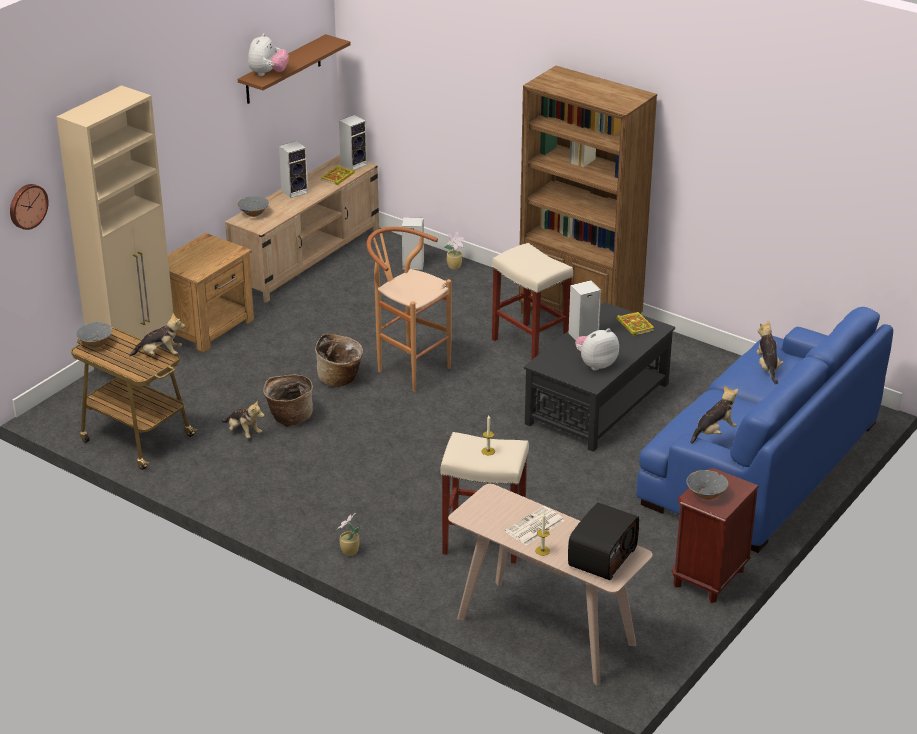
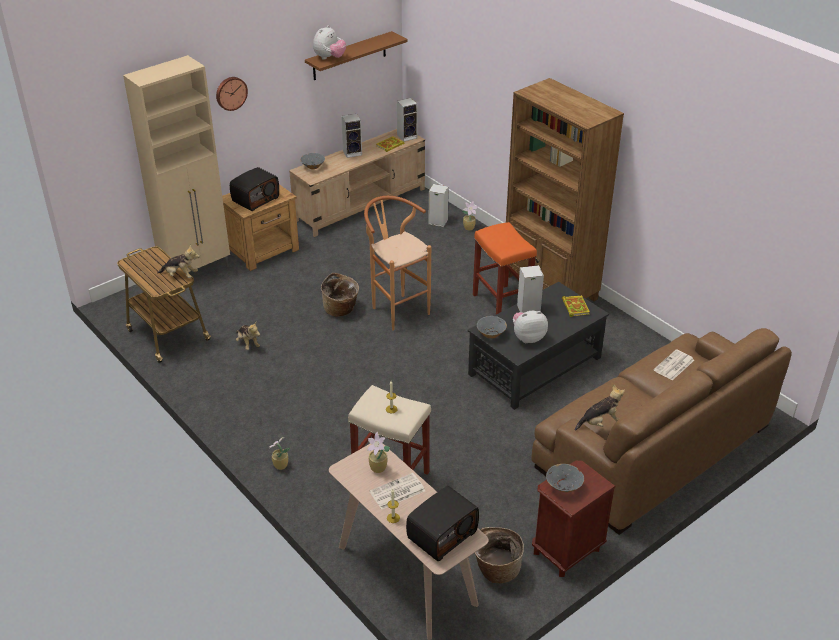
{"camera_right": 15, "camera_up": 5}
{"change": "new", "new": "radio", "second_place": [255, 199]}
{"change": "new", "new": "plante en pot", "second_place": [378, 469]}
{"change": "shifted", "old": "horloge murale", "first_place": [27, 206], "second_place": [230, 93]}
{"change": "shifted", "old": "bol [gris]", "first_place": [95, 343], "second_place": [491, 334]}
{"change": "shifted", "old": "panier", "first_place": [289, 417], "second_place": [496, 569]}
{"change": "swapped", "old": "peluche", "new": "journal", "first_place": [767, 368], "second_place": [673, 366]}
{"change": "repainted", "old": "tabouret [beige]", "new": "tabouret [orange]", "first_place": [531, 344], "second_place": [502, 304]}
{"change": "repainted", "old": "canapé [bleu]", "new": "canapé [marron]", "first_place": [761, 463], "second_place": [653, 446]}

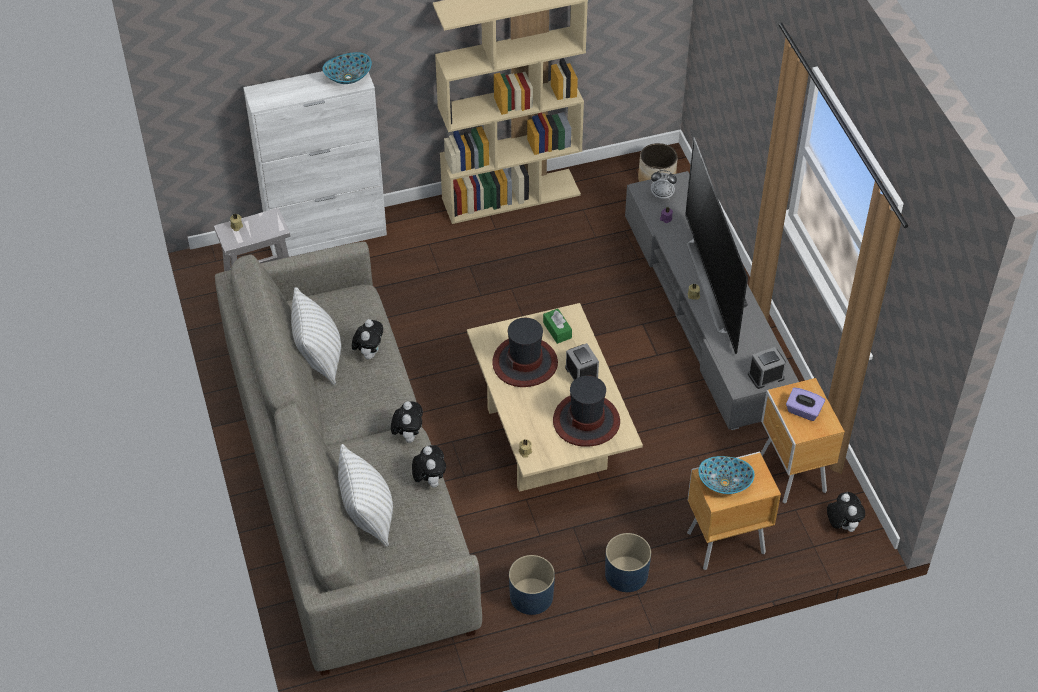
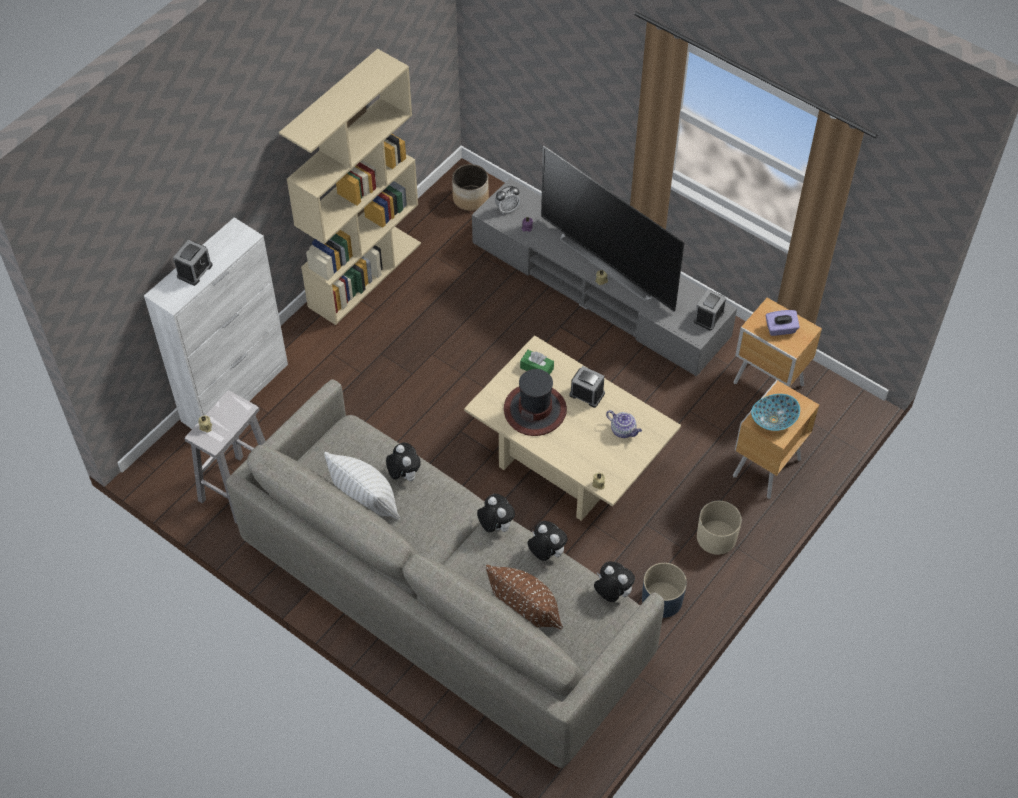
{"camera_right": -35, "camera_up": 5}
{"change": "gone", "old": "bol", "first_place": [348, 77]}
{"change": "new", "new": "réveil", "second_place": [194, 271]}
{"change": "shifted", "old": "peluche", "first_place": [842, 525], "second_place": [612, 593]}
{"change": "swapped", "old": "chapeau", "new": "théière", "first_place": [586, 421], "second_place": [623, 430]}
{"change": "repainted", "old": "coussin [blanc]", "new": "coussin [marron]", "first_place": [368, 516], "second_place": [525, 613]}
{"change": "repainted", "old": "cache-pot [bleu]", "new": "cache-pot [beige]", "first_place": [626, 574], "second_place": [716, 537]}

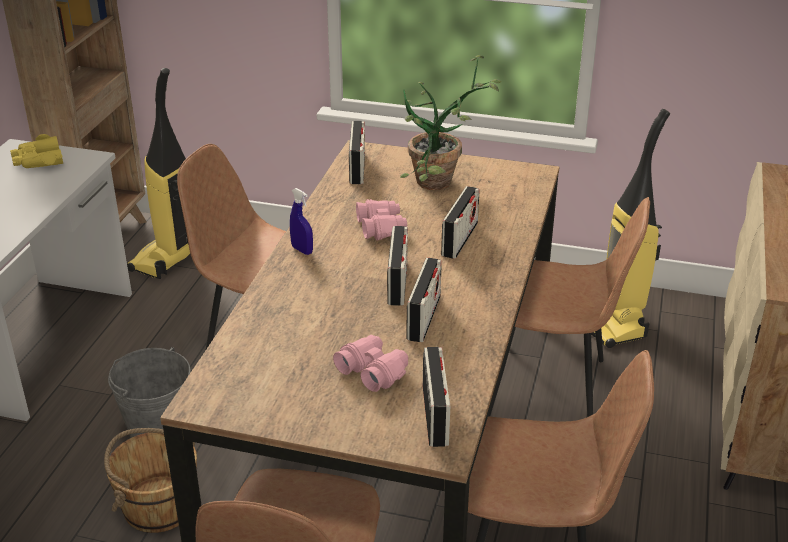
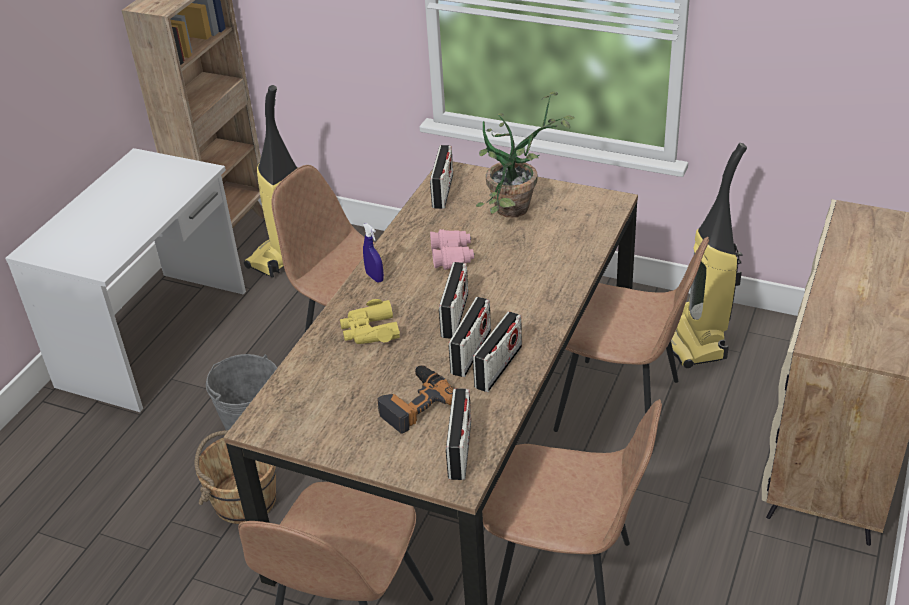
{"camera_right": 10, "camera_up": 5}
{"change": "shifted", "old": "jumelles [jaune]", "first_place": [38, 160], "second_place": [370, 331]}
{"change": "shifted", "old": "radio", "first_place": [460, 239], "second_place": [498, 367]}
{"change": "swapped", "old": "jumelles [rose]", "new": "perceuse", "first_place": [373, 371], "second_place": [414, 403]}

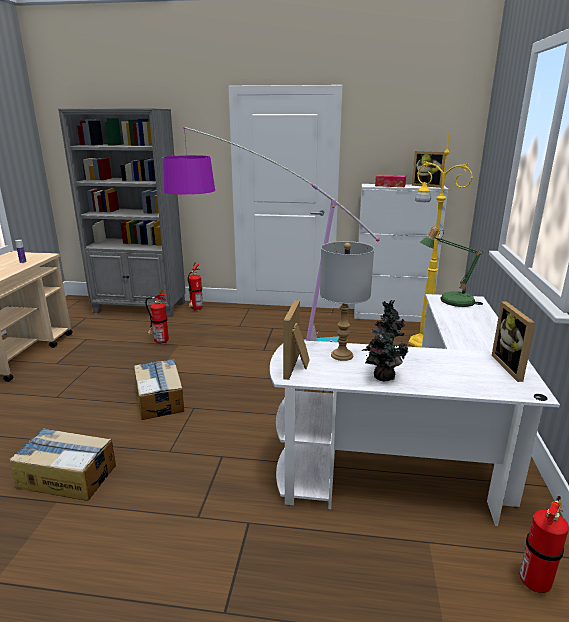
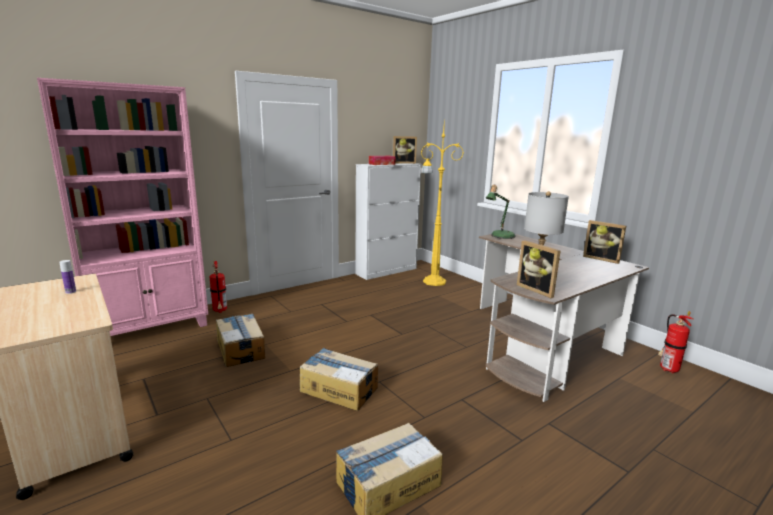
{"camera_right": -45, "camera_up": -5}
{"change": "gone", "old": "lampadaire", "first_place": [257, 348]}
{"change": "gone", "old": "plante en pot", "first_place": [382, 376]}
{"change": "swapped", "old": "extincteur", "new": "carton", "first_place": [160, 342], "second_place": [241, 349]}
{"change": "repainted", "old": "bibliothèque [gris]", "new": "bibliothèque [rose]", "first_place": [140, 308], "second_place": [150, 329]}
{"change": "repainted", "old": "bureau [blanc]", "new": "bureau [marron]", "first_place": [415, 456], "second_place": [544, 343]}

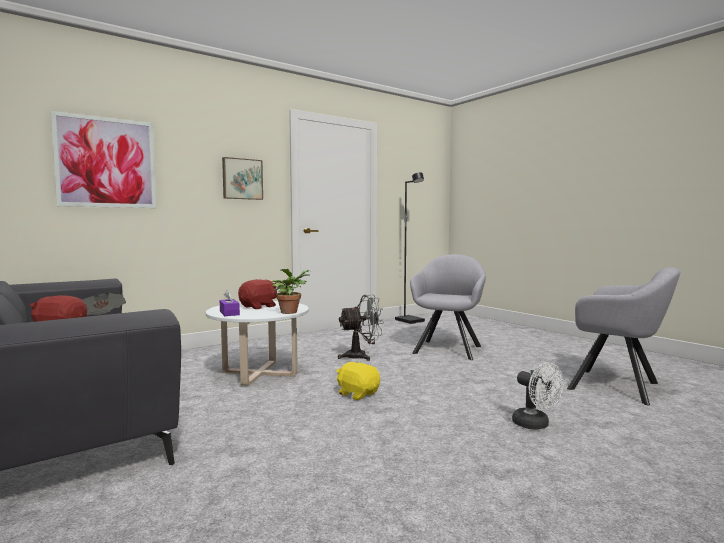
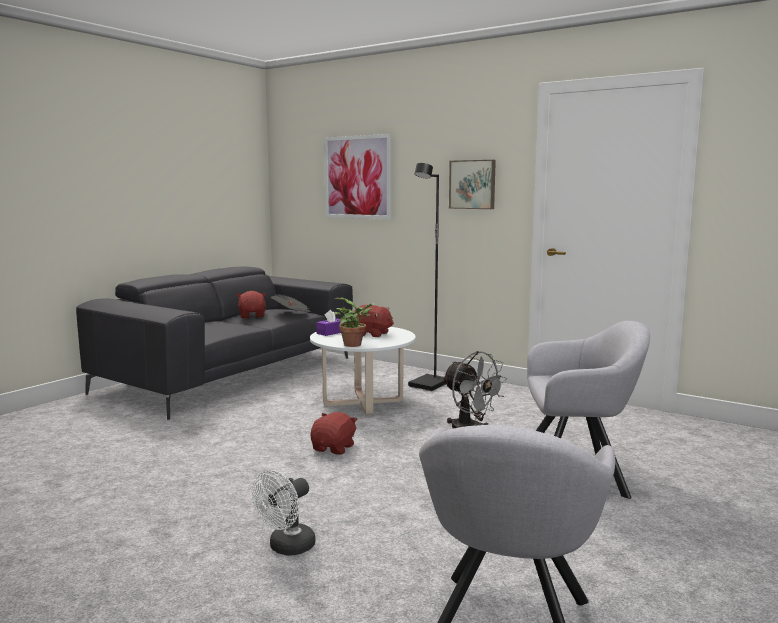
{"camera_right": 70, "camera_up": 5}
{"change": "shifted", "old": "lampadaire [noir]", "first_place": [410, 321], "second_place": [429, 385]}
{"change": "repainted", "old": "peluche [jaune]", "new": "peluche [rouge]", "first_place": [358, 394], "second_place": [334, 448]}

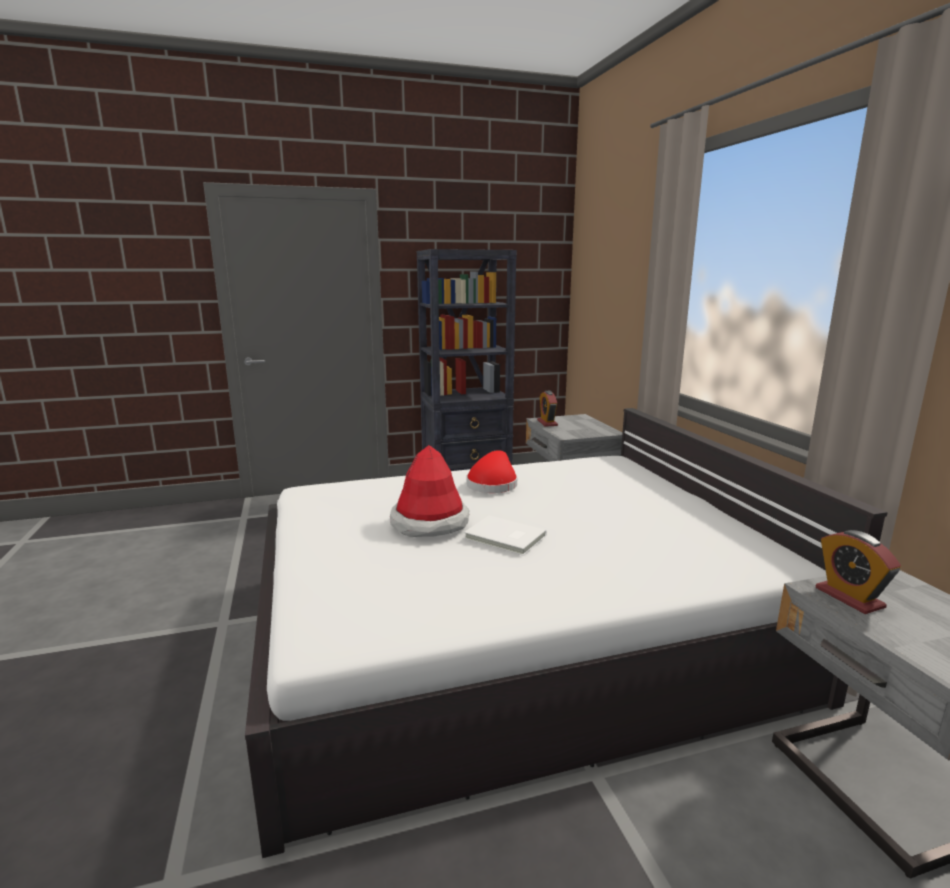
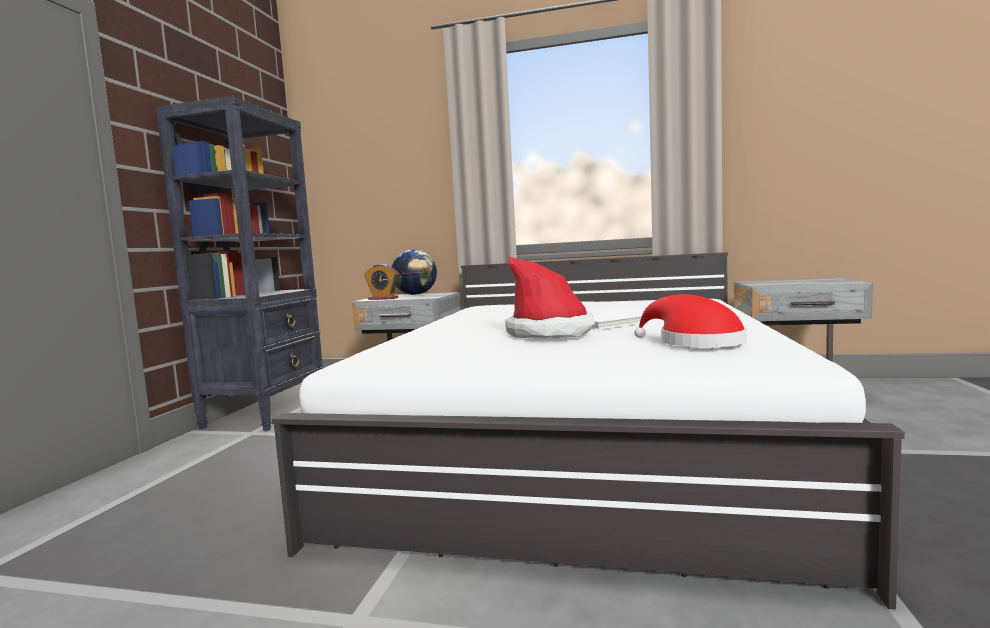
{"camera_right": -60, "camera_up": -10}
{"change": "gone", "old": "réveil", "first_place": [849, 597]}
{"change": "new", "new": "globe", "second_place": [415, 294]}
{"change": "shifted", "old": "chapeau [rouge]", "first_place": [493, 484], "second_place": [694, 343]}

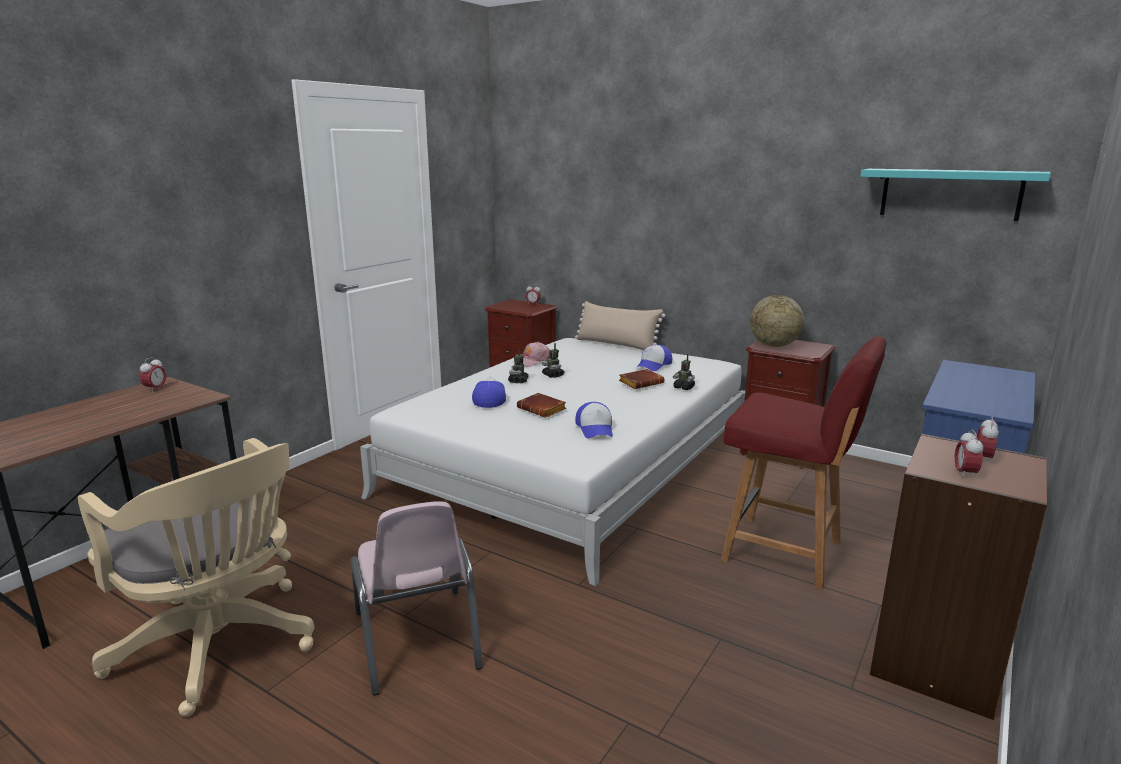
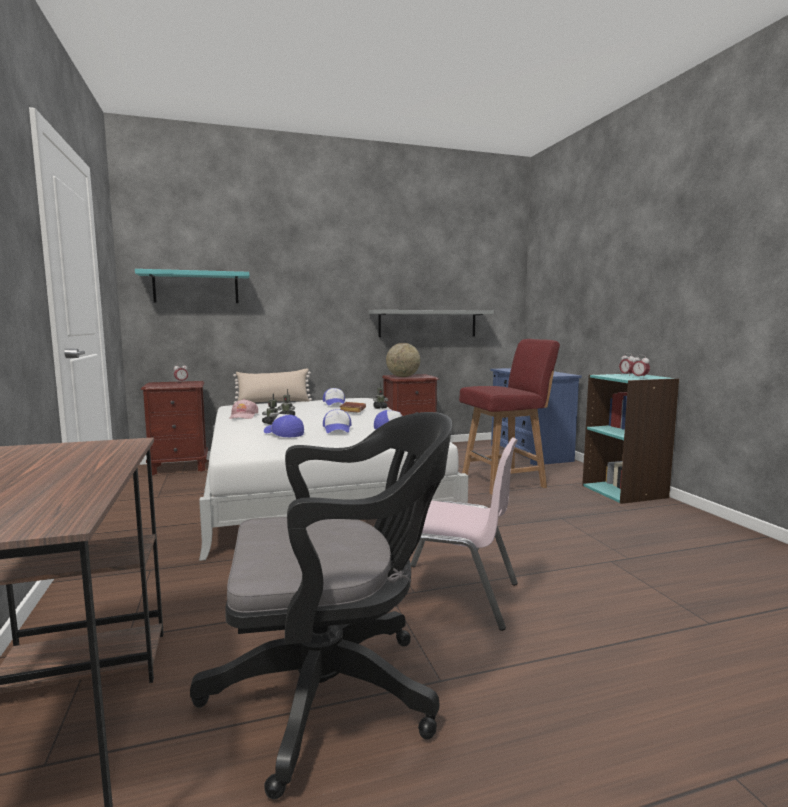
{"camera_right": -50, "camera_up": -10}
{"change": "gone", "old": "réveil", "first_place": [155, 389]}
{"change": "new", "new": "étagère [gris]", "second_place": [427, 323]}
{"change": "shifted", "old": "étagère [turquoise]", "first_place": [950, 194], "second_place": [196, 287]}
{"change": "swapped", "old": "livre [marron]", "new": "casquette", "first_place": [543, 409], "second_place": [337, 429]}
{"change": "repainted", "old": "chaise de bureau [beige]", "new": "chaise de bureau [noir]", "first_place": [221, 647], "second_place": [335, 692]}
{"change": "repainted", "old": "bibliothèque [marron]", "new": "bibliothèque [turquoise]", "first_place": [938, 663], "second_place": [625, 491]}

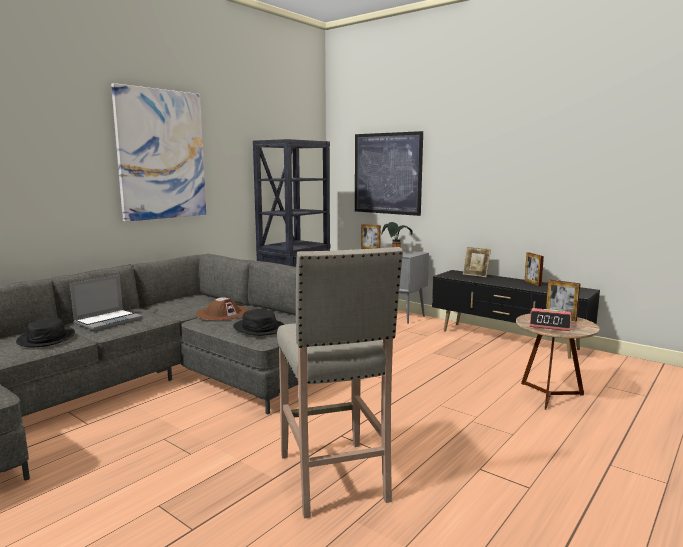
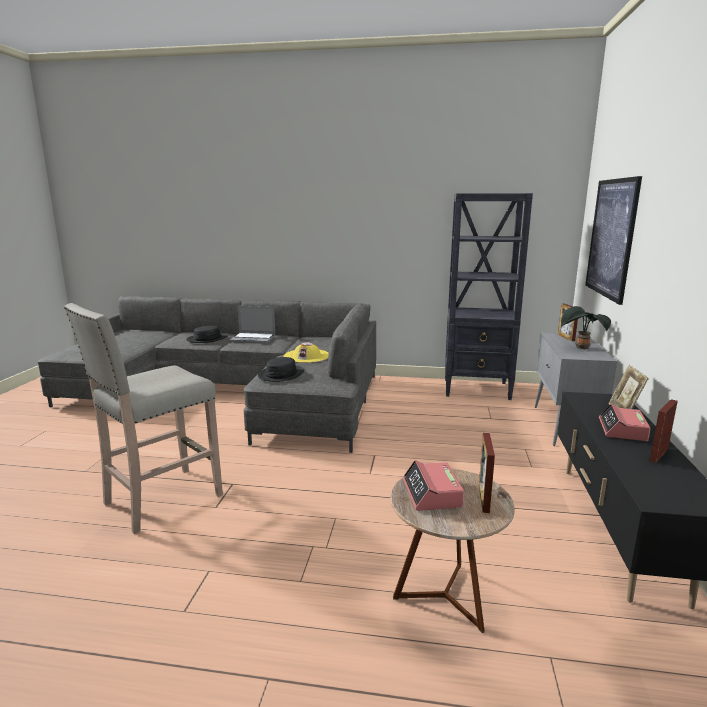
{"camera_right": 60, "camera_up": 5}
{"change": "gone", "old": "tableau", "first_place": [161, 155]}
{"change": "new", "new": "réveil", "second_place": [622, 430]}
{"change": "repainted", "old": "chapeau [marron]", "new": "chapeau [jaune]", "first_place": [223, 313], "second_place": [307, 356]}

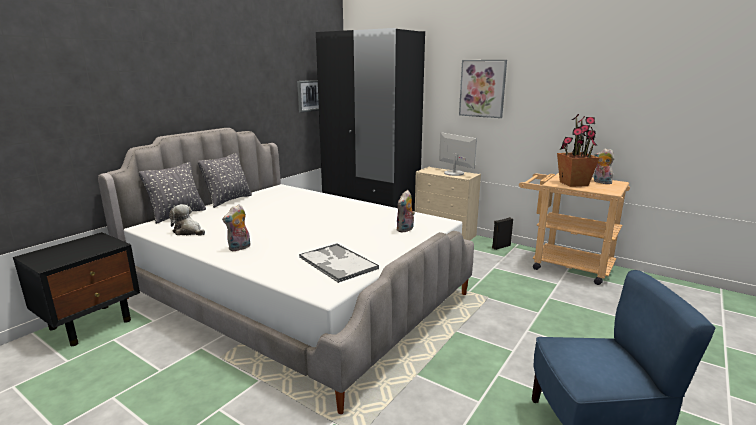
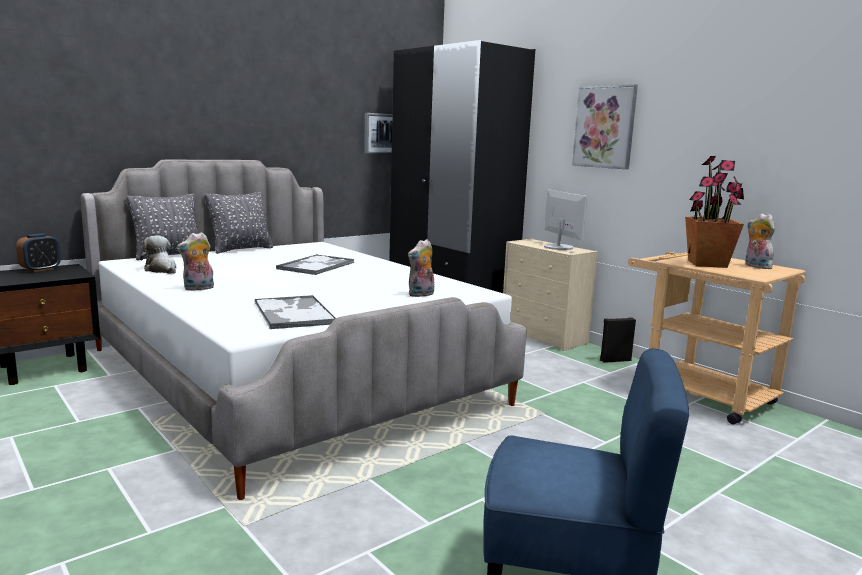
{"camera_right": 15, "camera_up": -5}
{"change": "new", "new": "réveil", "second_place": [41, 269]}
{"change": "new", "new": "plateau", "second_place": [316, 265]}

